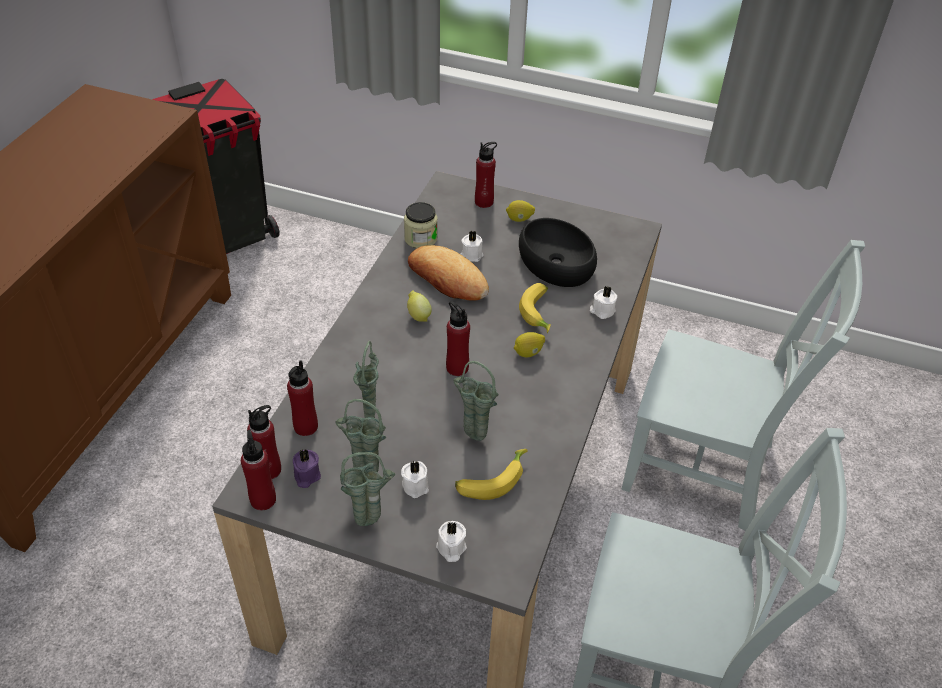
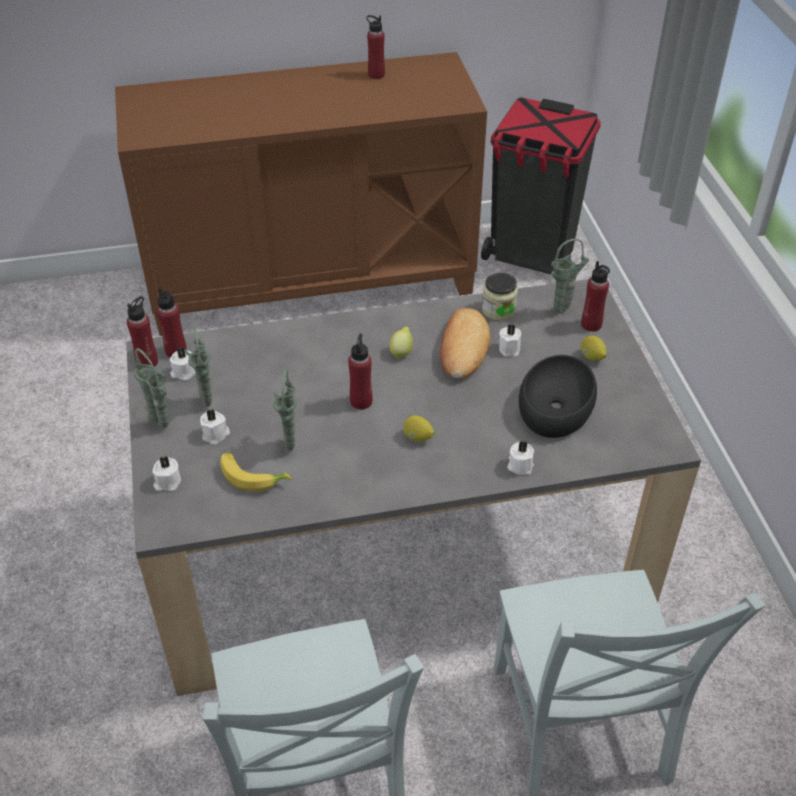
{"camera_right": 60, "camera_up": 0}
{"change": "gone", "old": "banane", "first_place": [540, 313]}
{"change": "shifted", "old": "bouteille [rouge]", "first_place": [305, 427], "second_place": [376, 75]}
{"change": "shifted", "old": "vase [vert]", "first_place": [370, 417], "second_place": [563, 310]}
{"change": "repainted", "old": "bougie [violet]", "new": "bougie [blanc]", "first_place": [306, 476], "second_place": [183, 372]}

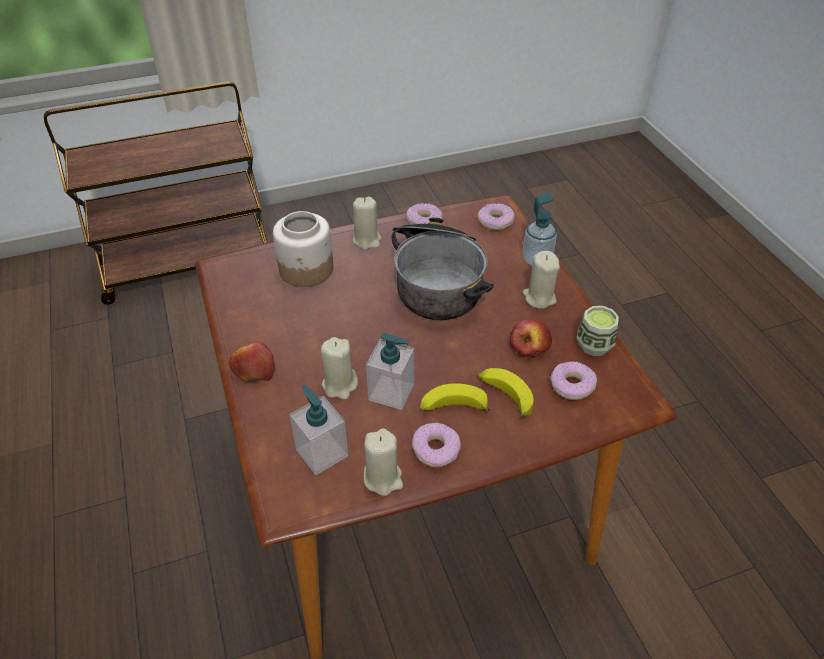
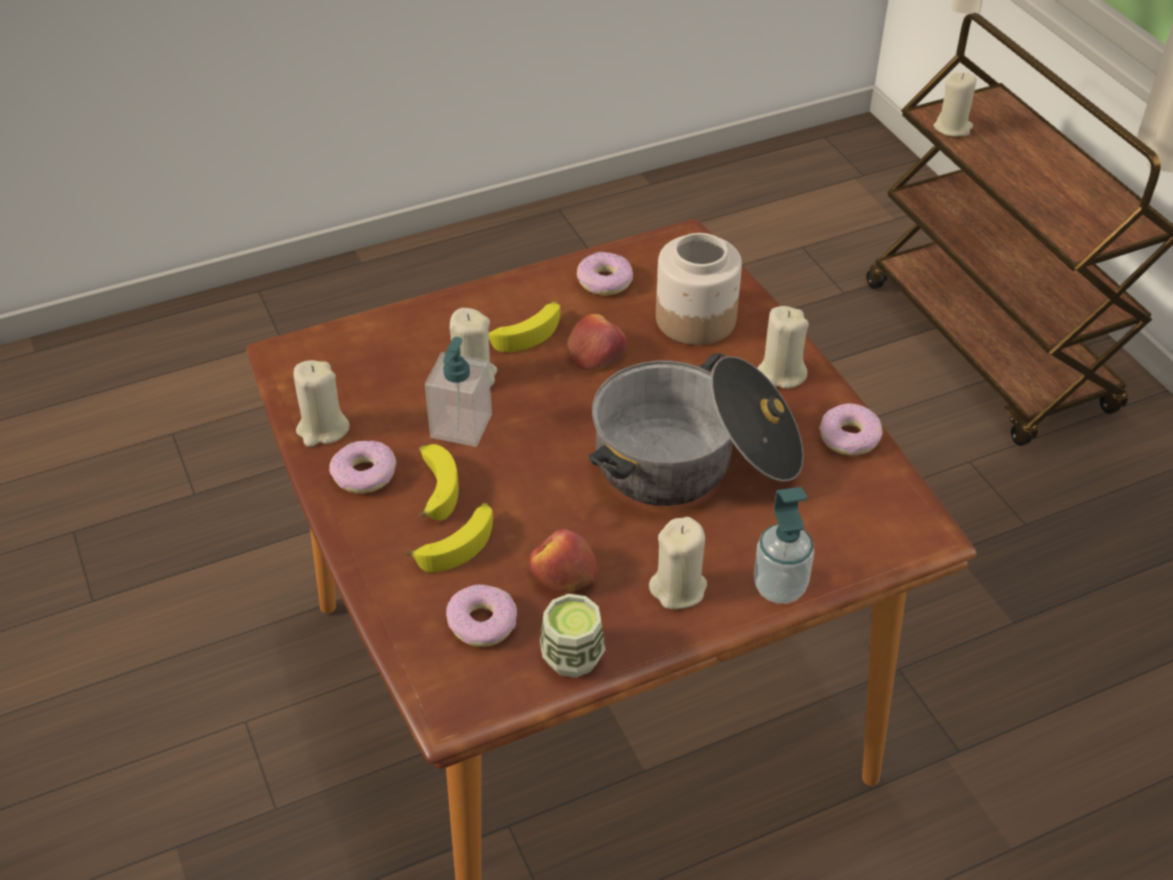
{"camera_right": 85, "camera_up": 0}
{"change": "gone", "old": "distributeur de savon", "first_place": [322, 452]}
{"change": "new", "new": "banane", "second_place": [528, 332]}
{"change": "new", "new": "bougie [beige]", "second_place": [952, 128]}
{"change": "shifted", "old": "pomme", "first_place": [253, 370], "second_place": [596, 351]}
{"change": "shifted", "old": "beignet", "first_place": [495, 221], "second_place": [604, 281]}

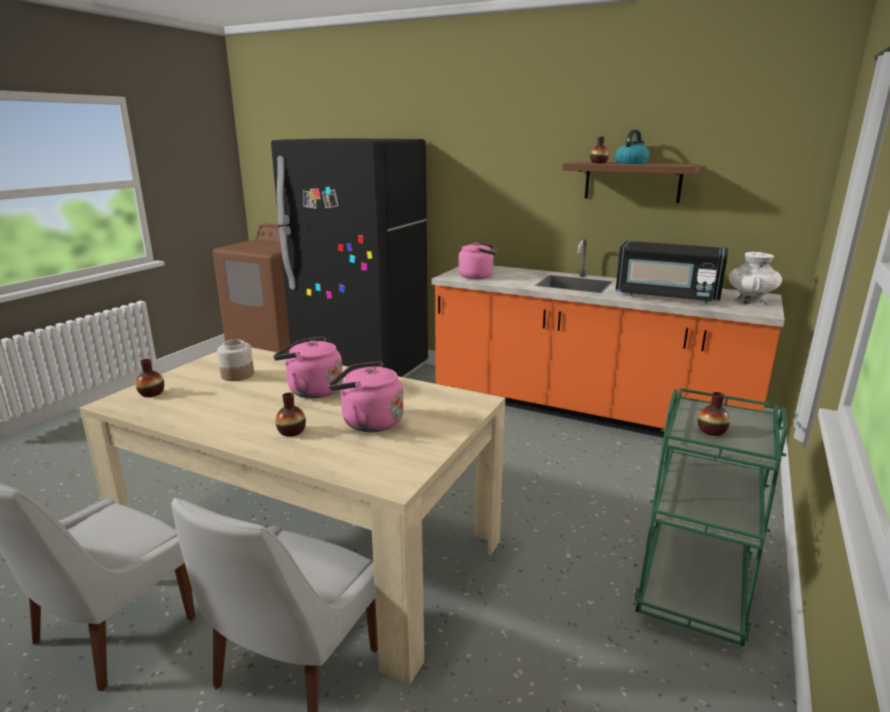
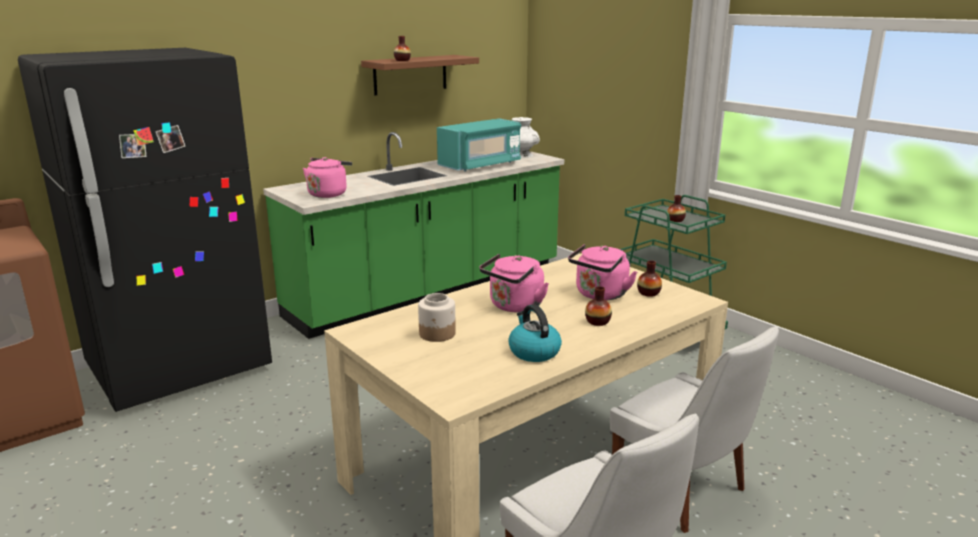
{"camera_right": -65, "camera_up": 0}
{"change": "shifted", "old": "vase", "first_place": [152, 393], "second_place": [648, 293]}
{"change": "shifted", "old": "bouilloire", "first_place": [631, 163], "second_place": [533, 352]}
{"change": "repainted", "old": "comptoir de cuisine [orange]", "new": "comptoir de cuisine [vert]", "first_place": [585, 411], "second_place": [429, 291]}
{"change": "repainted", "old": "micro-ondes [noir]", "new": "micro-ondes [turquoise]", "first_place": [666, 296], "second_place": [481, 165]}

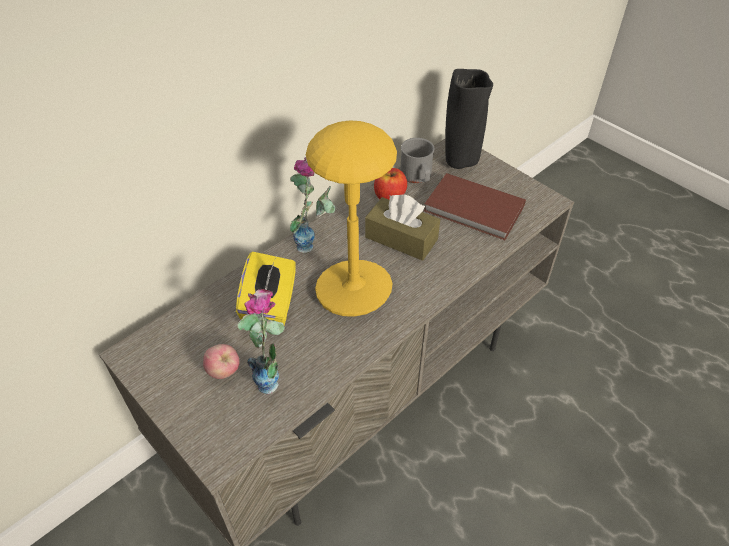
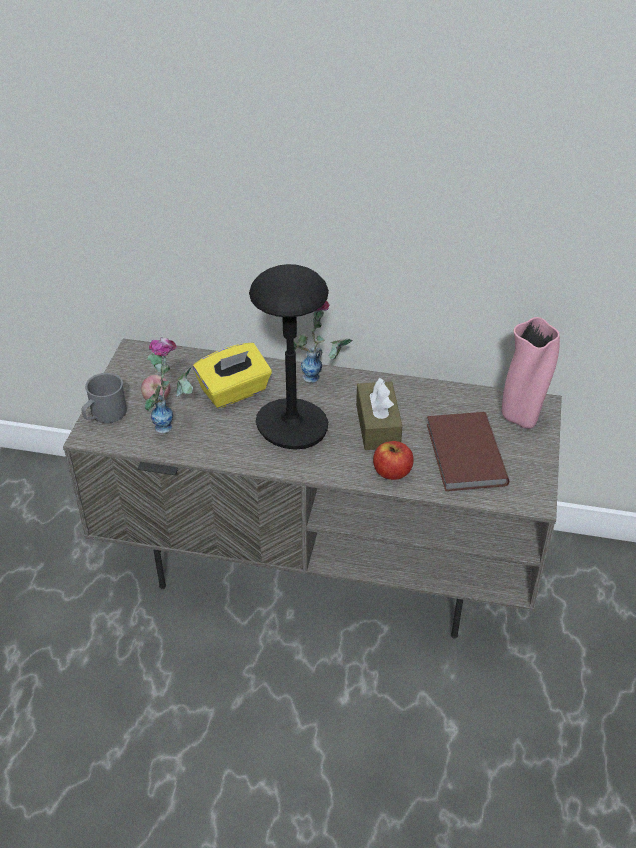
{"camera_right": 55, "camera_up": -5}
{"change": "shifted", "old": "pomme", "first_place": [389, 196], "second_place": [392, 472]}
{"change": "shifted", "old": "mug [gris]", "first_place": [417, 177], "second_place": [104, 415]}
{"change": "repainted", "old": "lampe de table [jaune]", "new": "lampe de table [noir]", "first_place": [354, 290], "second_place": [292, 426]}
{"change": "repainted", "old": "vase [noir]", "new": "vase [rose]", "first_place": [460, 162], "second_place": [521, 418]}

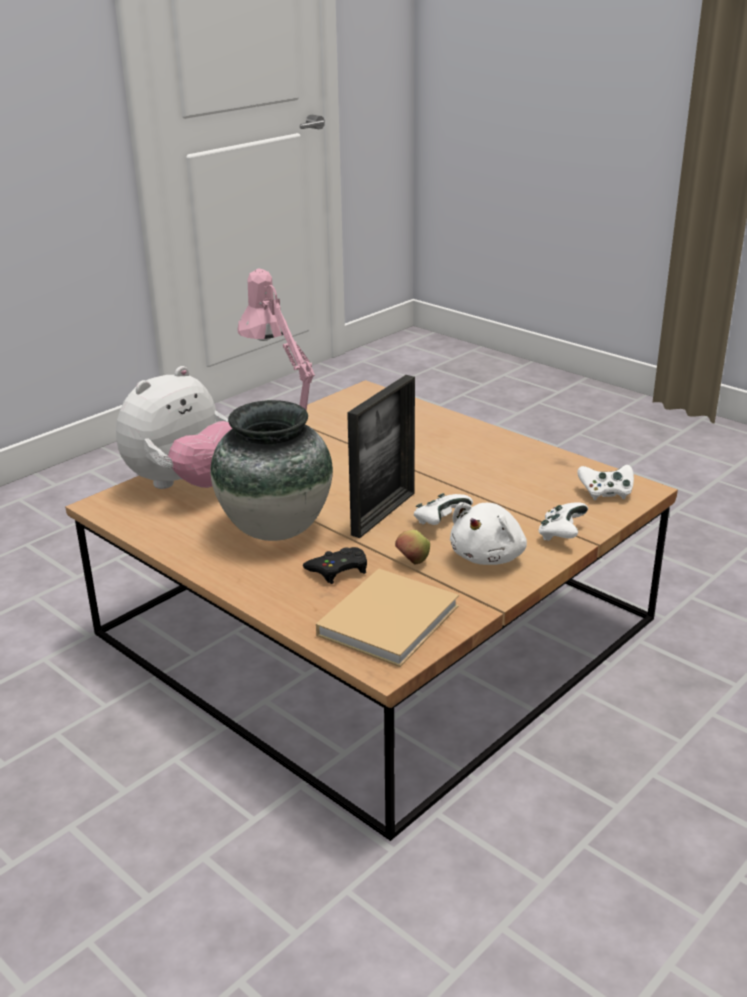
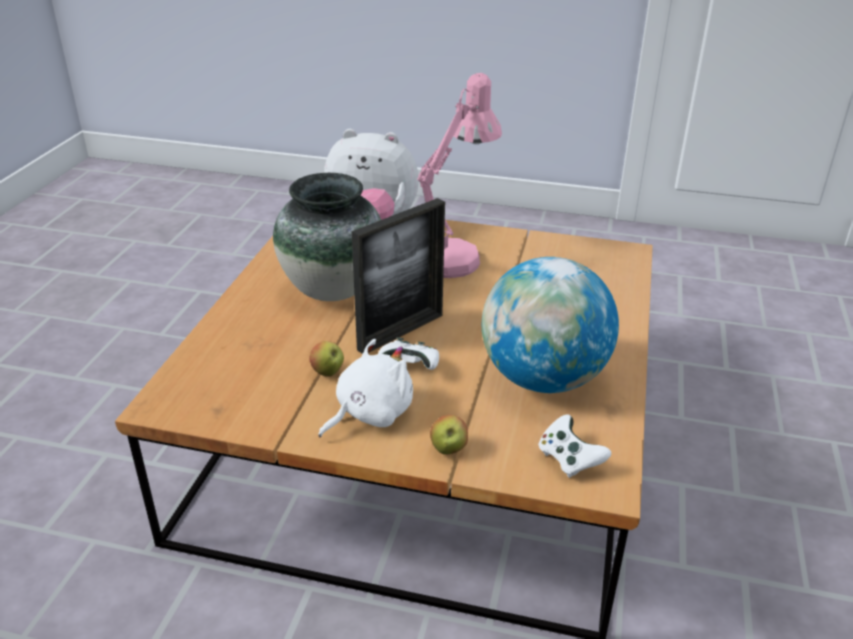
{"camera_right": 60, "camera_up": 5}
{"change": "gone", "old": "manette [noir]", "first_place": [338, 570]}
{"change": "gone", "old": "livre [beige]", "first_place": [391, 618]}
{"change": "new", "new": "globe", "second_place": [543, 379]}
{"change": "swapped", "old": "manette [blanc]", "new": "pomme", "first_place": [561, 534], "second_place": [448, 449]}
{"change": "rotated", "old": "cadre photo", "first_place": [383, 513], "second_place": [401, 332], "degrees": -45}
{"change": "rotated", "old": "peluche [blanc]", "first_place": [489, 556], "second_place": [369, 413], "degrees": 135}

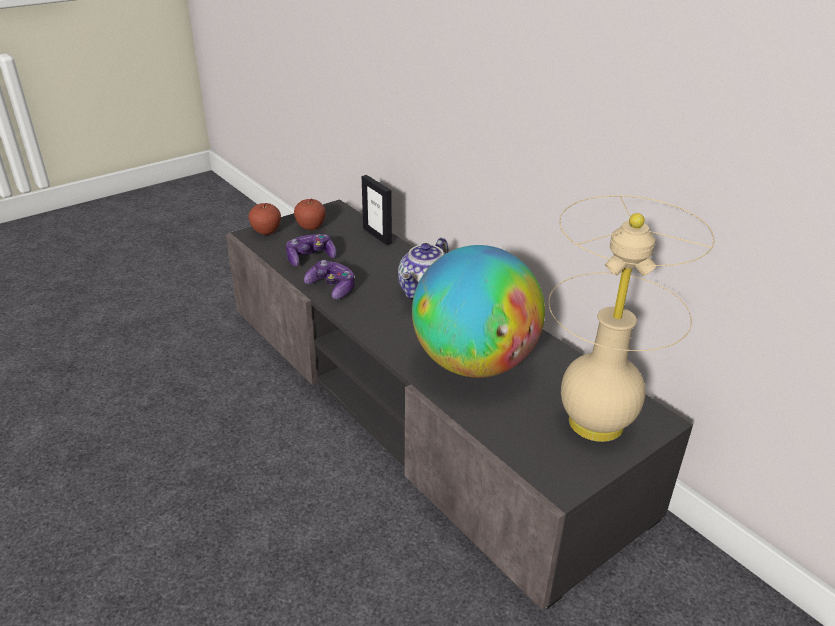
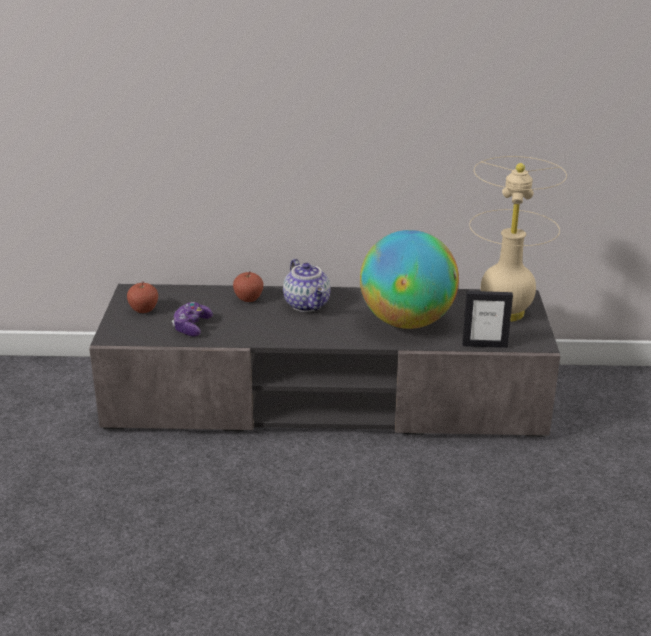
{"camera_right": -50, "camera_up": -5}
{"change": "gone", "old": "manette", "first_place": [332, 288]}
{"change": "shifted", "old": "pomme", "first_place": [266, 231], "second_place": [248, 299]}
{"change": "shifted", "old": "cadre photo", "first_place": [377, 236], "second_place": [484, 345]}

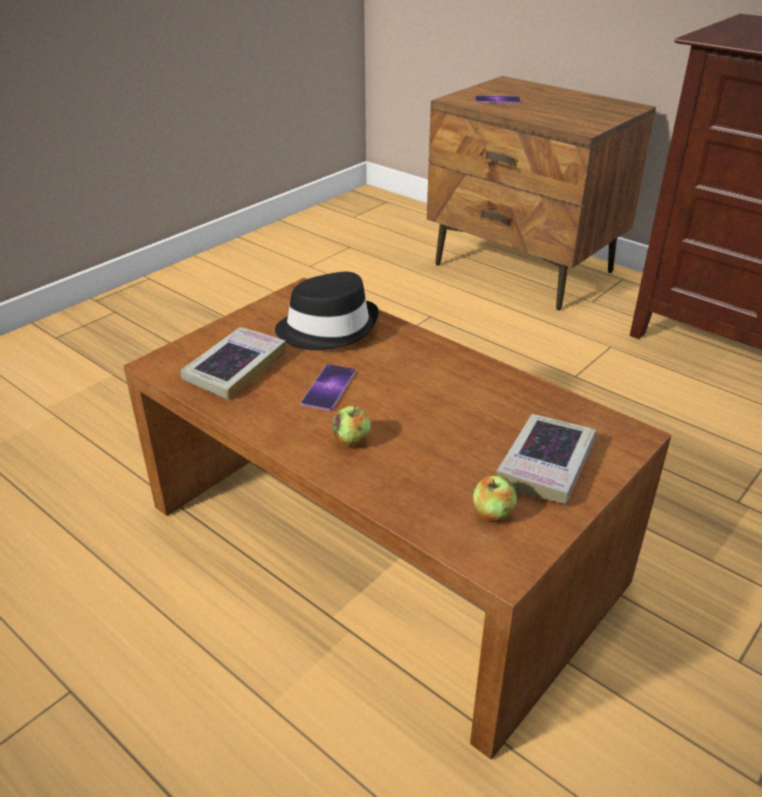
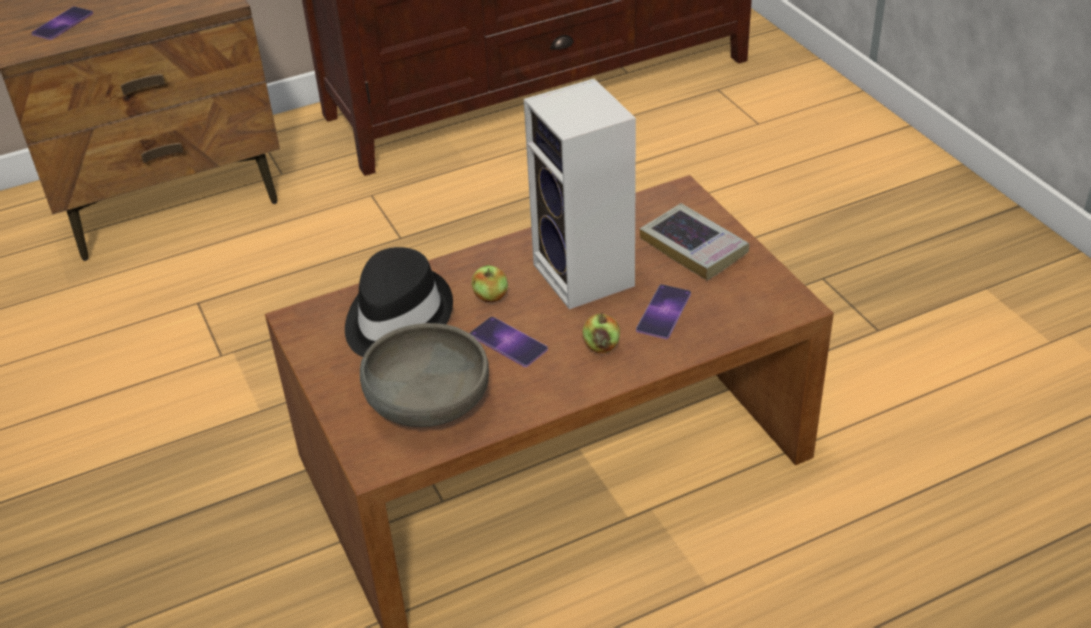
{"camera_right": -65, "camera_up": 5}
{"change": "new", "new": "enceinte", "second_place": [587, 277]}
{"change": "new", "new": "téléphone", "second_place": [663, 312]}
{"change": "shifted", "old": "pomme", "first_place": [493, 513], "second_place": [490, 296]}
{"change": "swapped", "old": "livre", "new": "bol [gris]", "first_place": [235, 368], "second_place": [428, 402]}

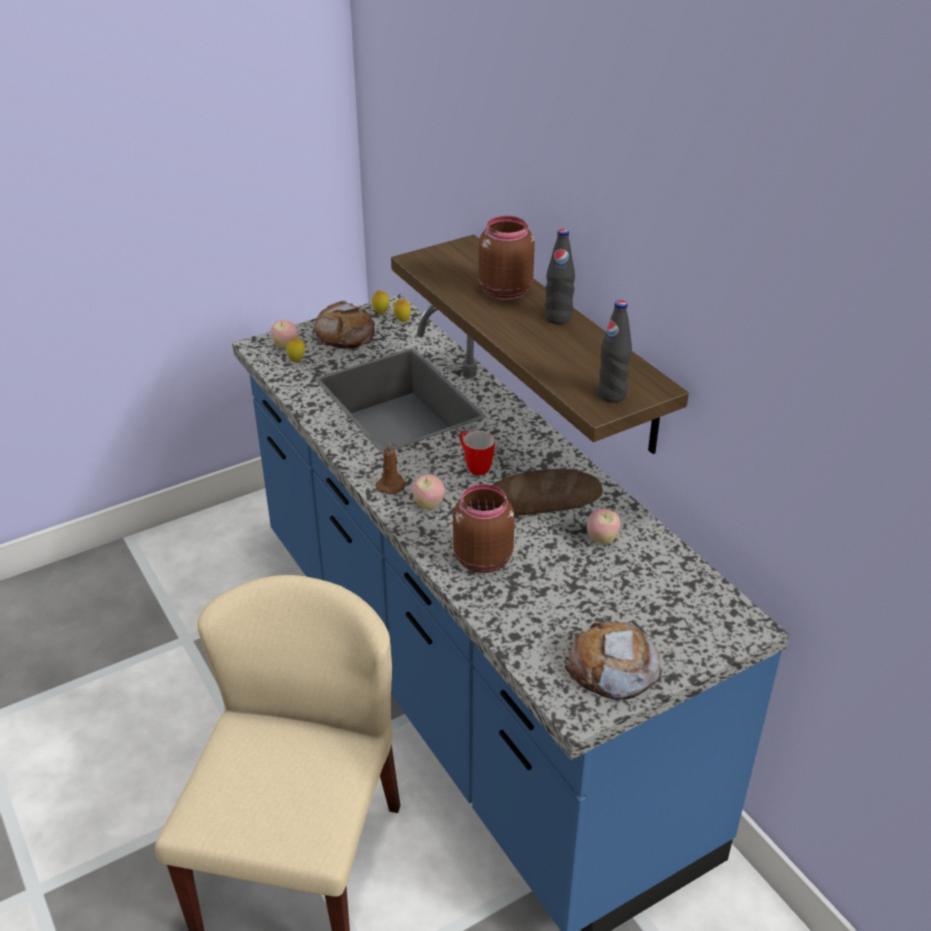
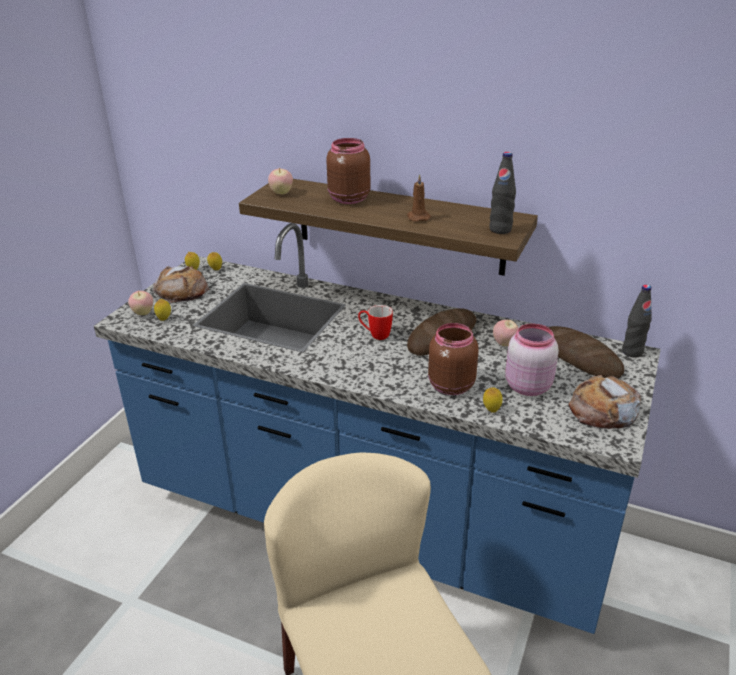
{"camera_right": -35, "camera_up": -5}
{"change": "new", "new": "citron", "second_place": [491, 410]}
{"change": "new", "new": "bocal [rose]", "second_place": [526, 386]}
{"change": "new", "new": "pain", "second_place": [578, 357]}
{"change": "shifted", "old": "bougie [marron]", "first_place": [391, 485], "second_place": [418, 217]}
{"change": "shifted", "old": "pomme", "first_place": [428, 505], "second_place": [281, 193]}
{"change": "shifted", "old": "bouteille [noir]", "first_place": [558, 318], "second_place": [632, 352]}

